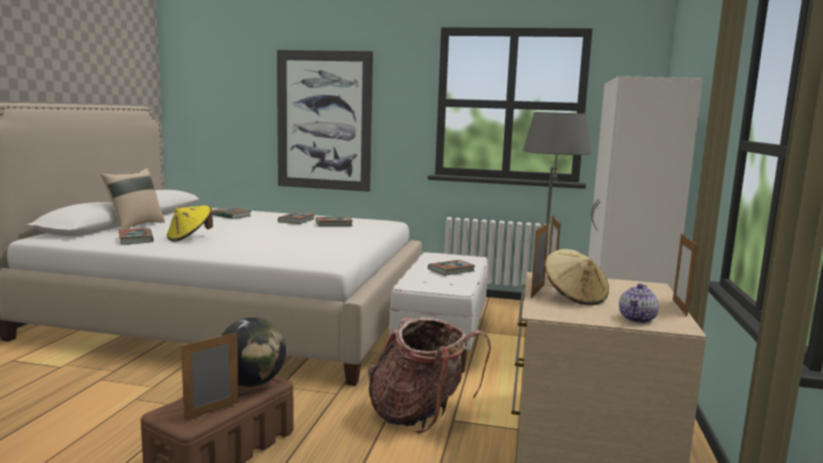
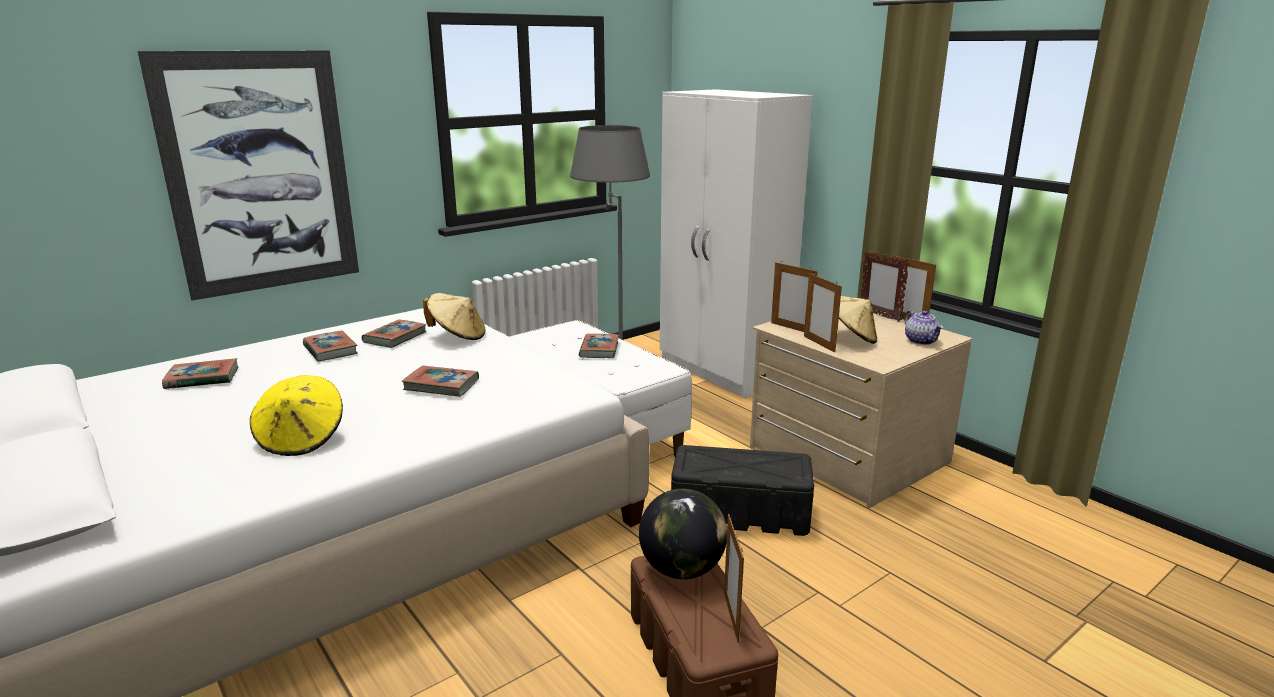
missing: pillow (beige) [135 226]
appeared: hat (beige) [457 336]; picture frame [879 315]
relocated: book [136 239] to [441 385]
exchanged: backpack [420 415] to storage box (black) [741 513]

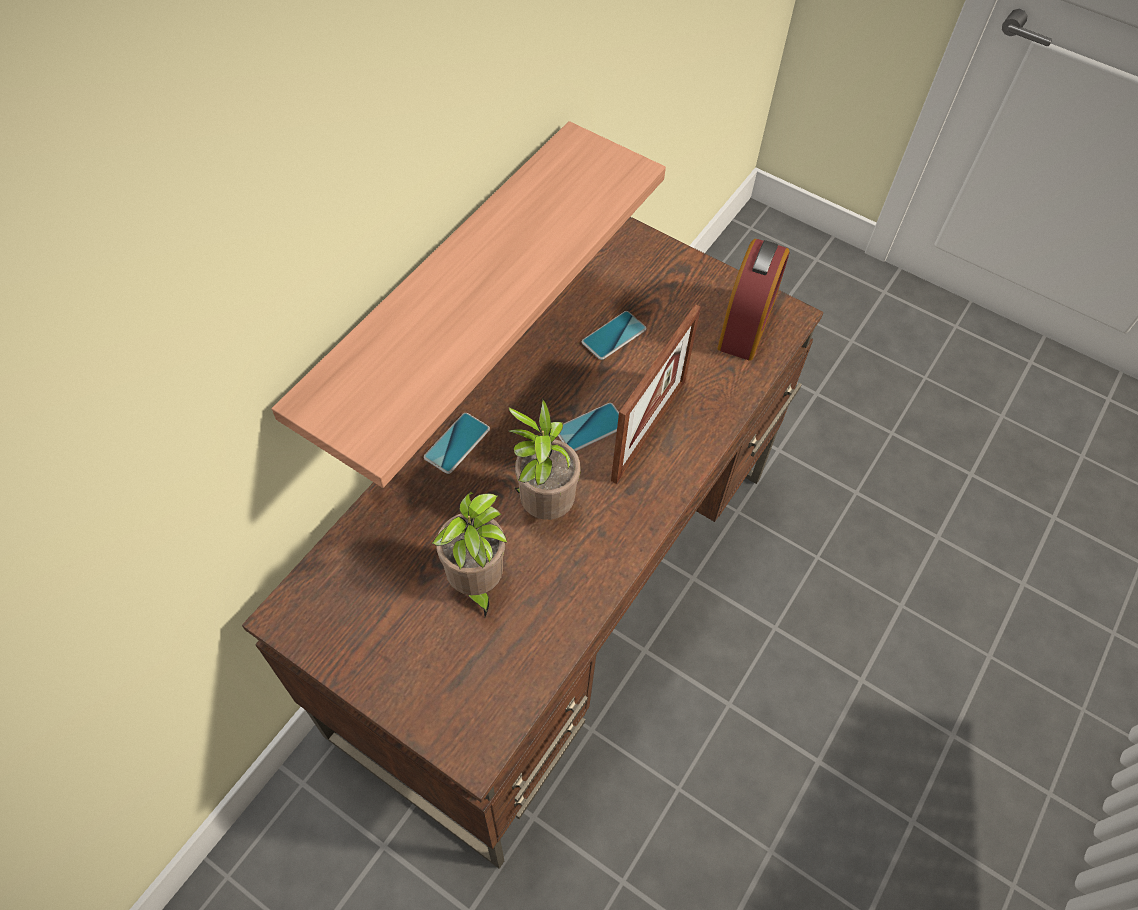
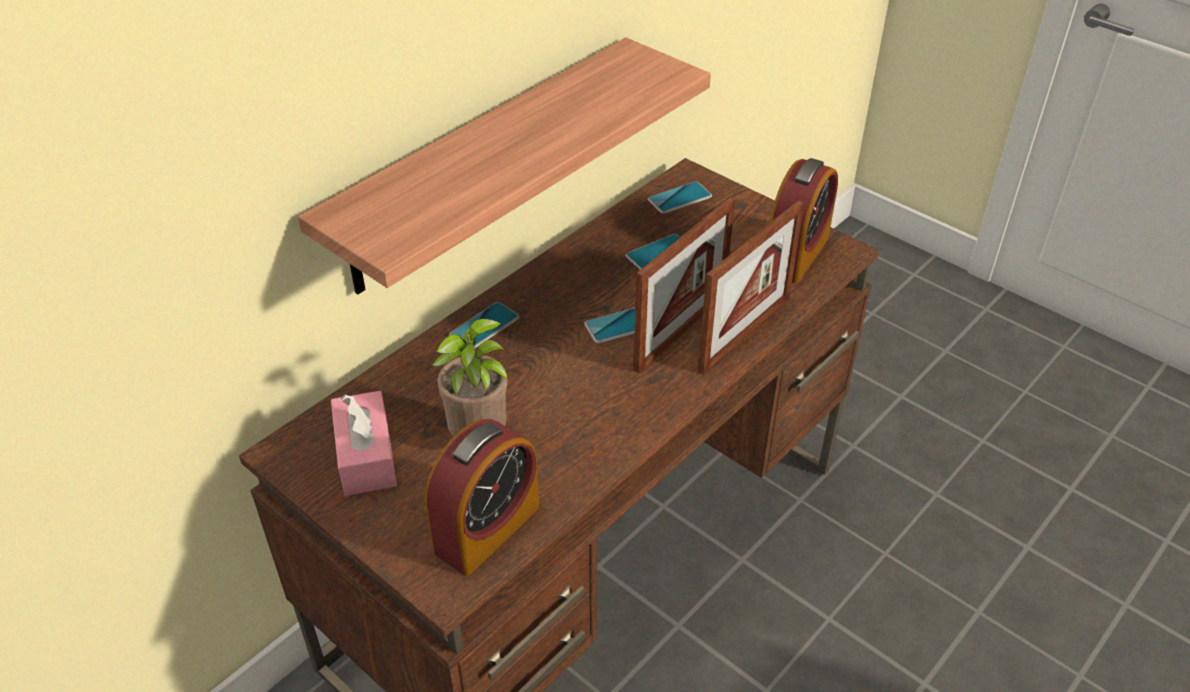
missing: potted plant [544 505]
appeared: tissue box (pink) [366 456]; alarm clock [487 529]; phone [679 198]; picture frame [745 333]

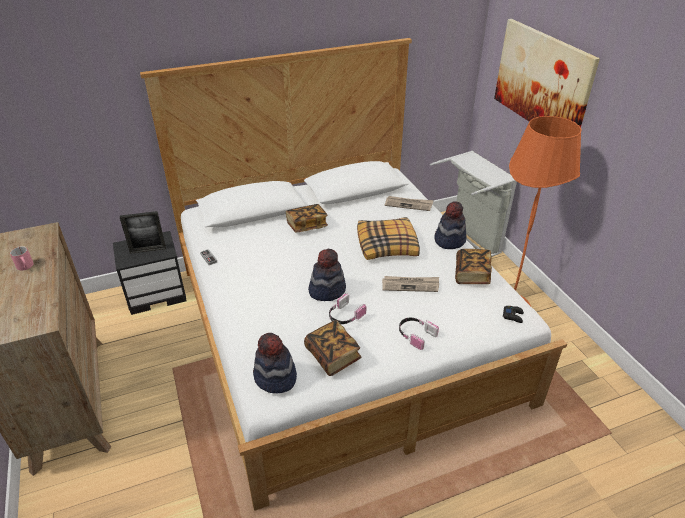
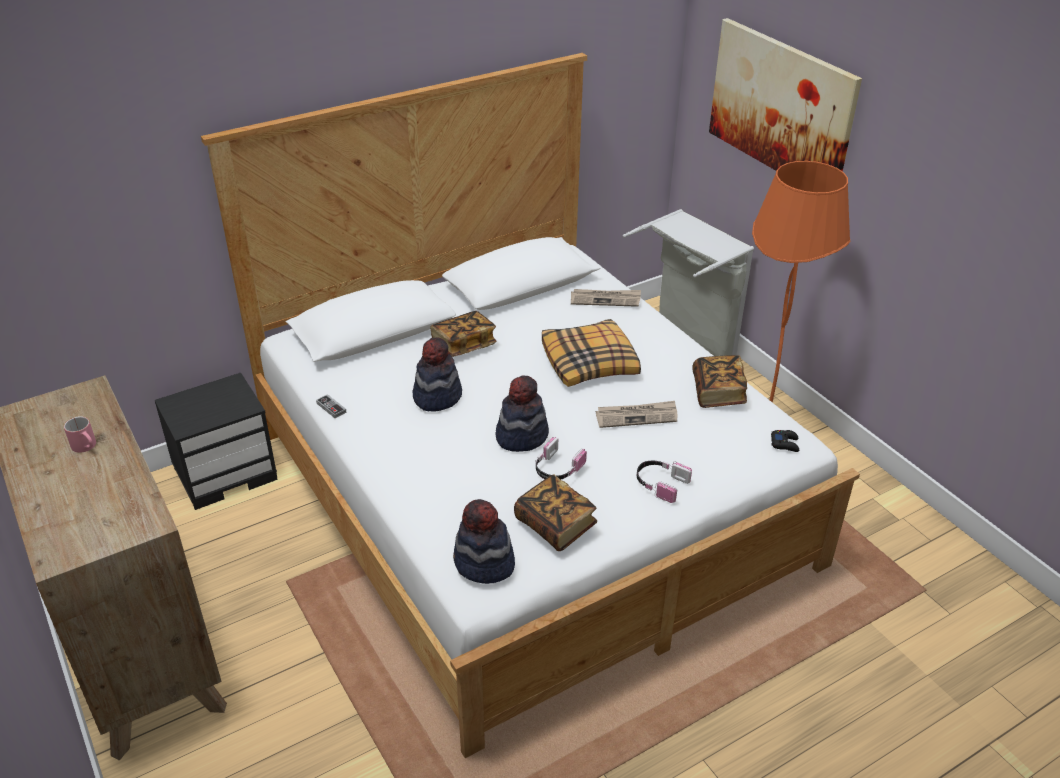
missing: picture frame [148 250]
relocated: hat [449 240] to [437 396]

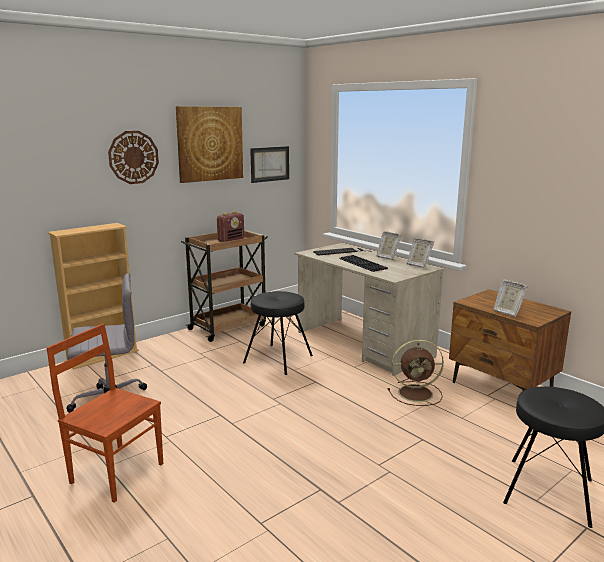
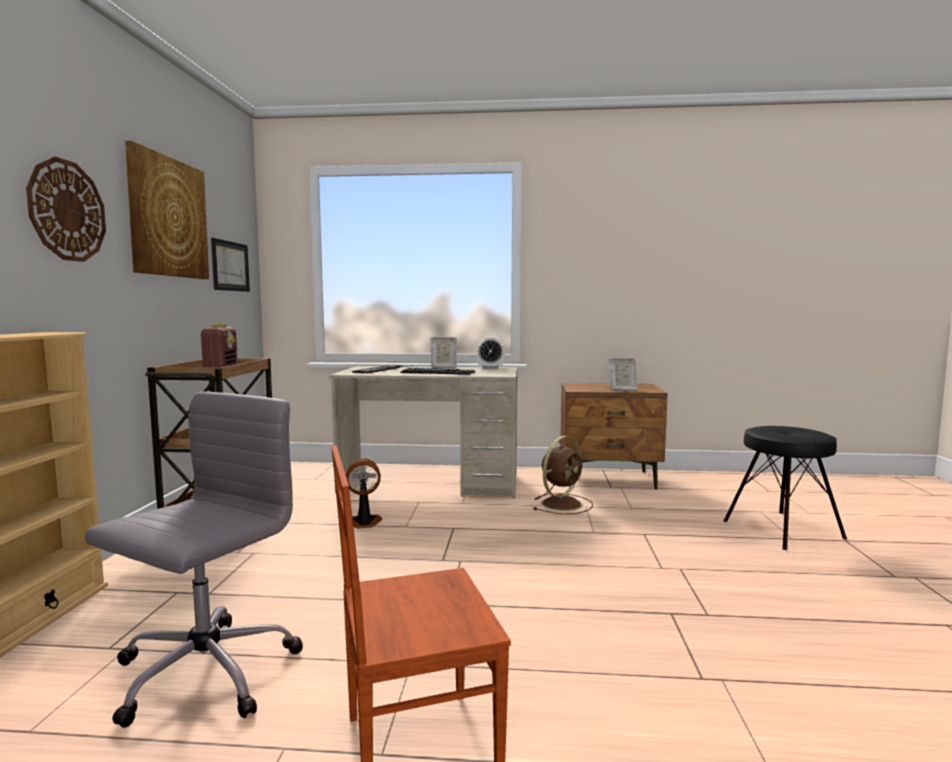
exchanged: stool (black) [277 359] to fan [364 523]; picture frame [418 265] to alarm clock [490 367]

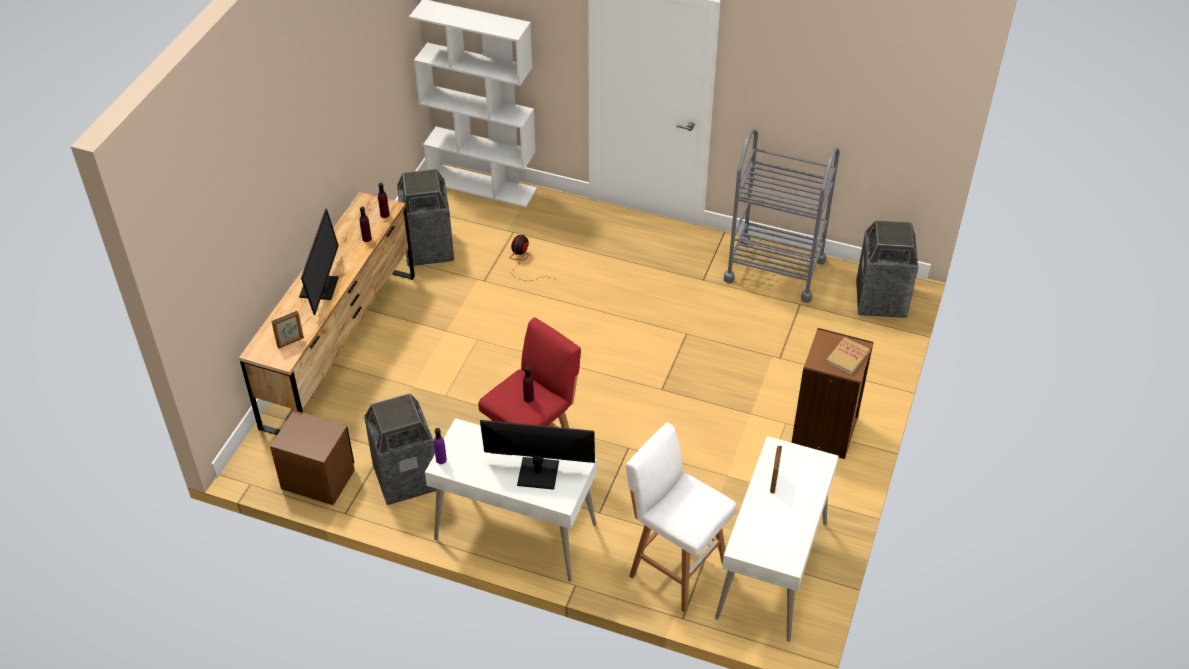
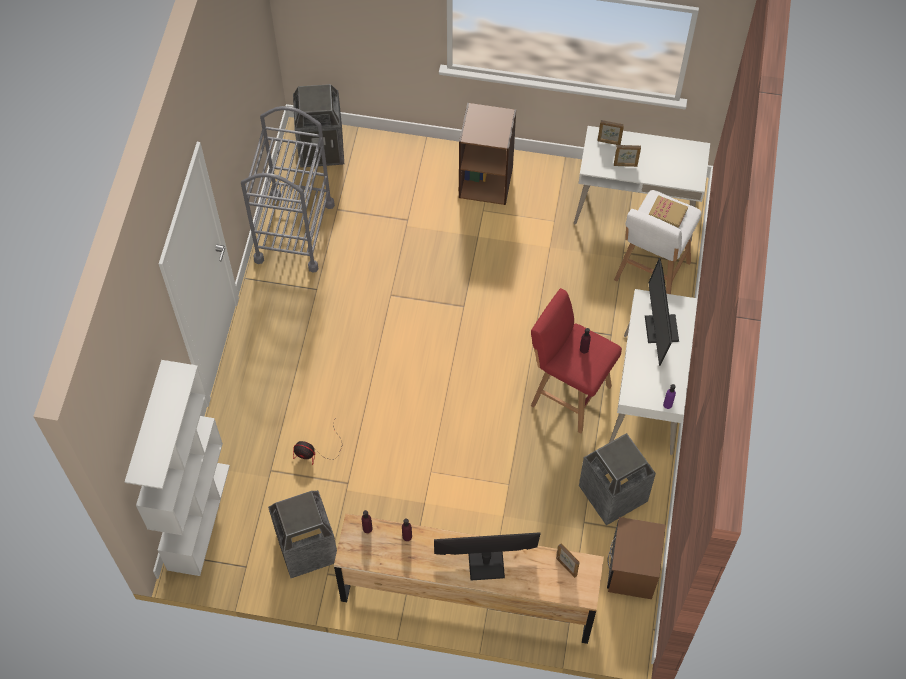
appeared: picture frame [609 142]
relocated: book [847 357] to [668 212]

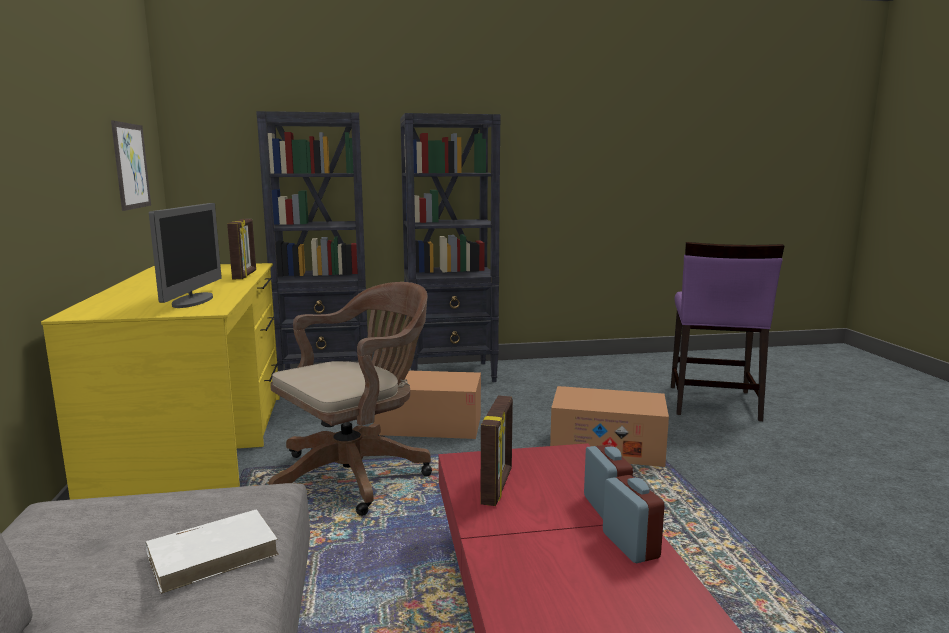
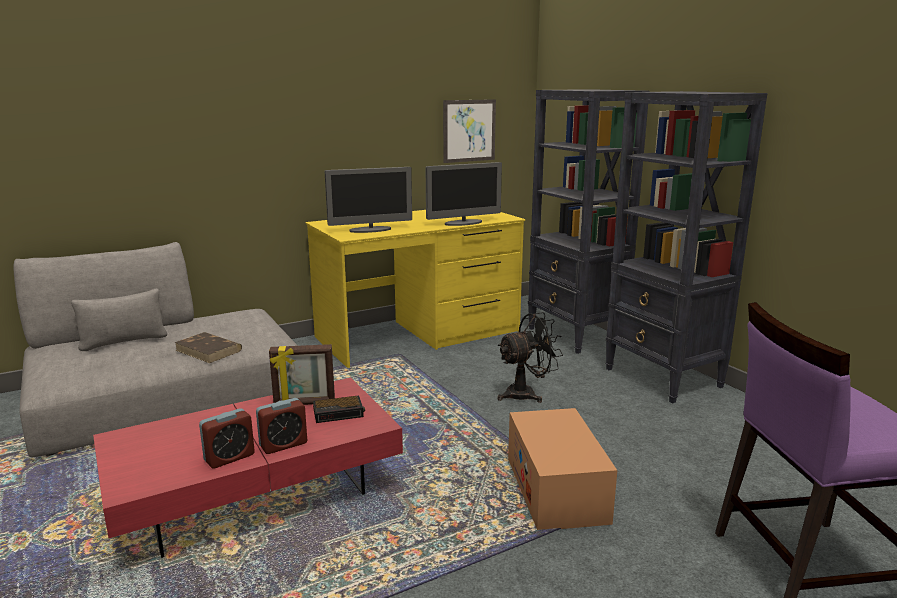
missing: office chair (brown) [357 473]
appeared: alarm clock [339 413]
exchanged: picture frame [245 275] to monitor [463 223]; cardboard box [429 425] to fan (black) [526 394]
colour: book (white) [214 553] to book (brown) [209 350]

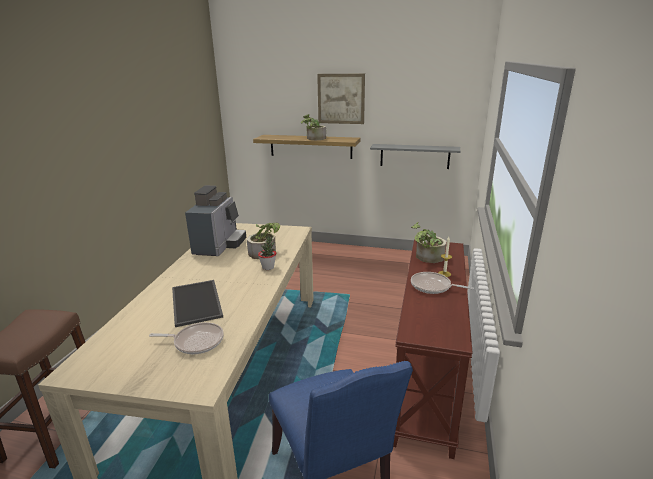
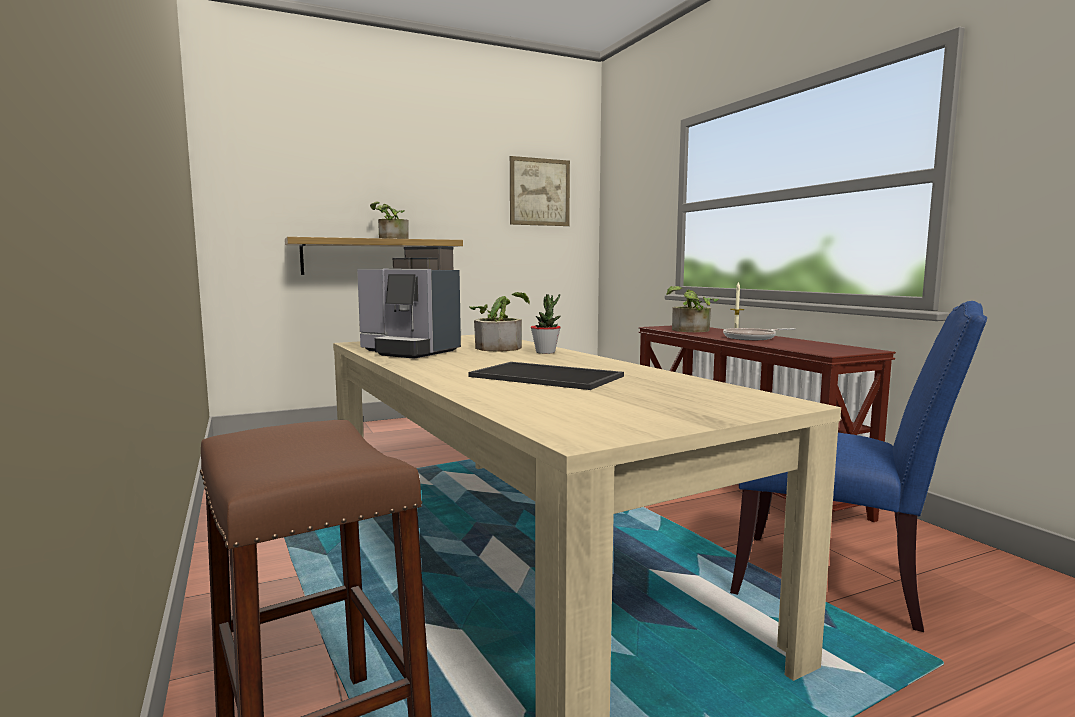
missing: frying pan [196 341]; shelf (grey) [414 156]
relocated: picture [341 99] to [539 192]
spun: coffee machine [219 246] = [410 351] 150 degrees clockwise

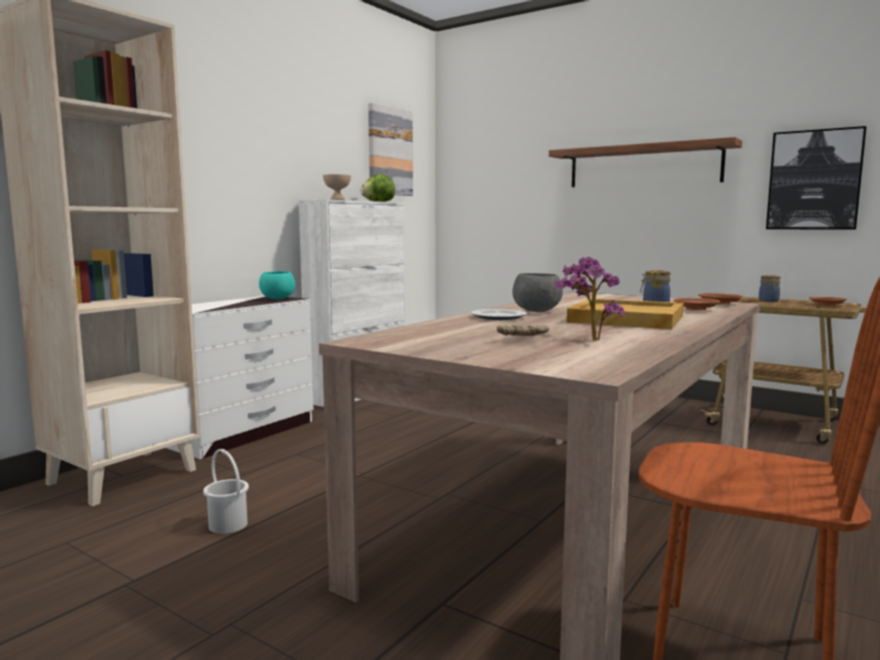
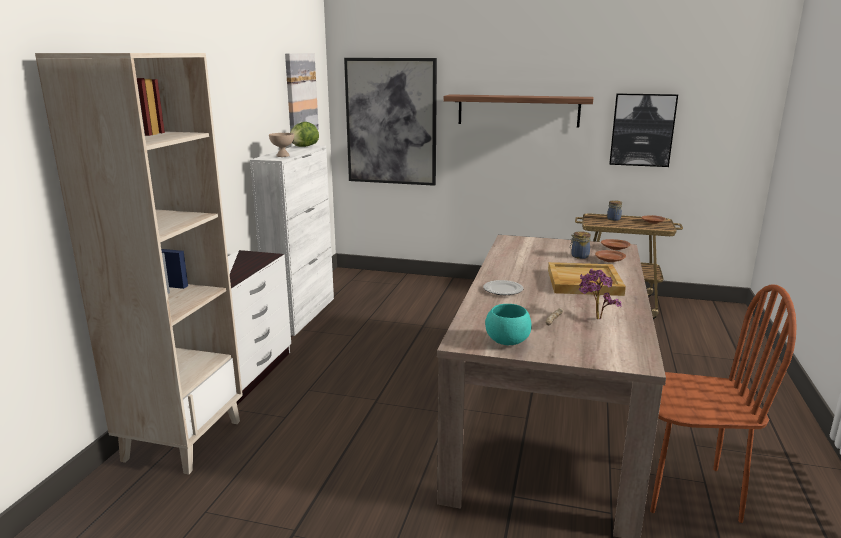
missing: bucket (white) [228 524]; bowl (grey) [536 311]
appeared: picture [391 122]
relocated: bowl (turquoise) [277 299] to [507 342]

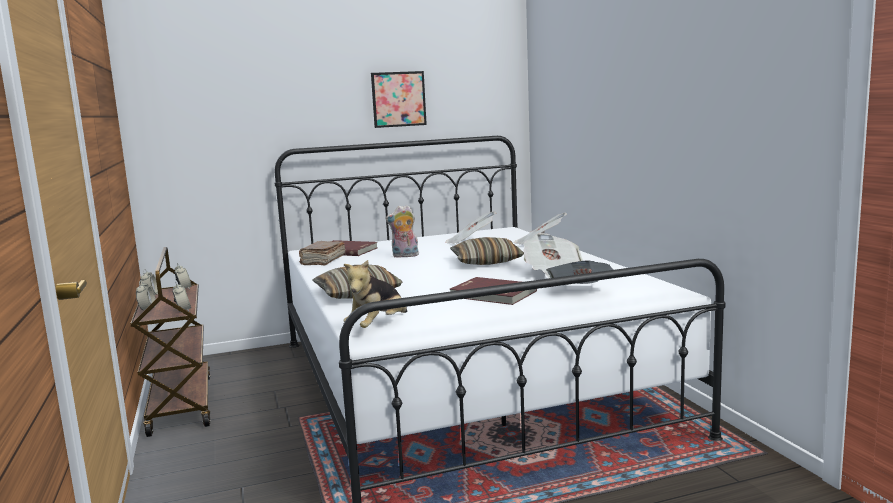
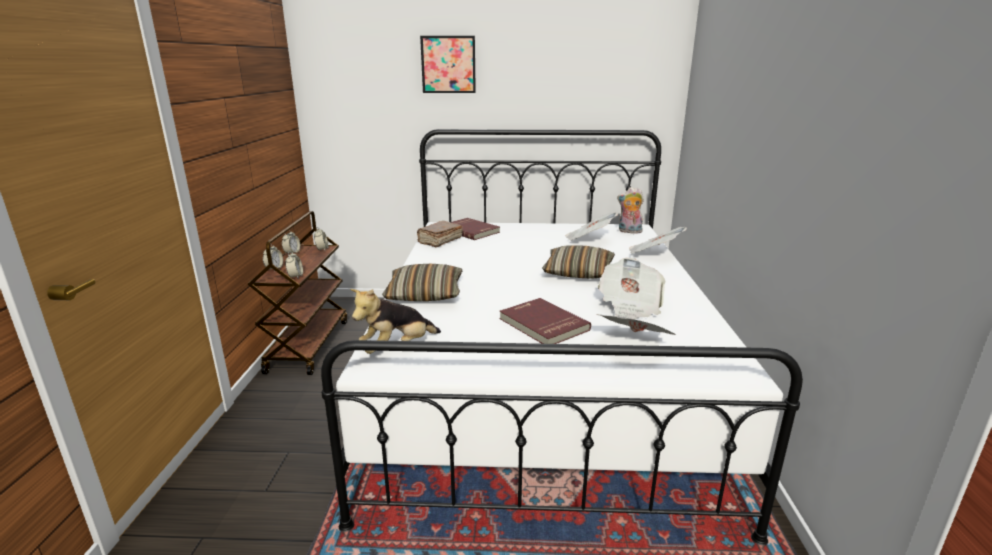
relocated: picture [398 99] to [448 64]; plush toy [404 256] to [629 231]

